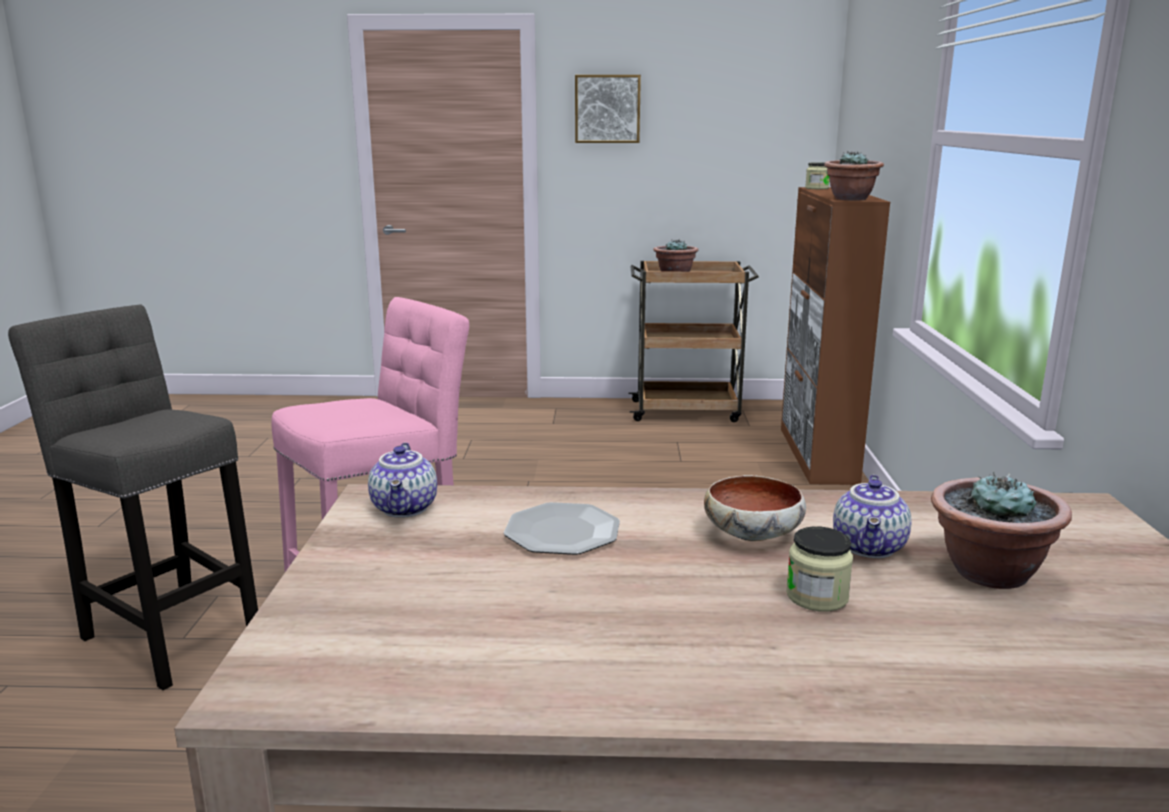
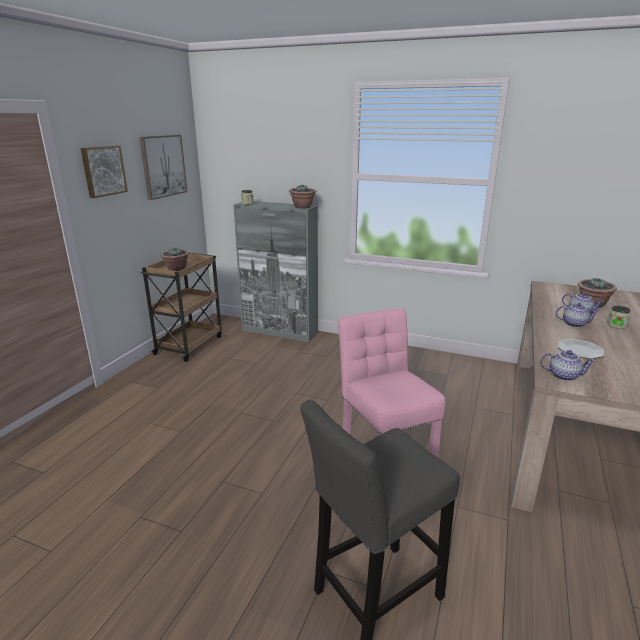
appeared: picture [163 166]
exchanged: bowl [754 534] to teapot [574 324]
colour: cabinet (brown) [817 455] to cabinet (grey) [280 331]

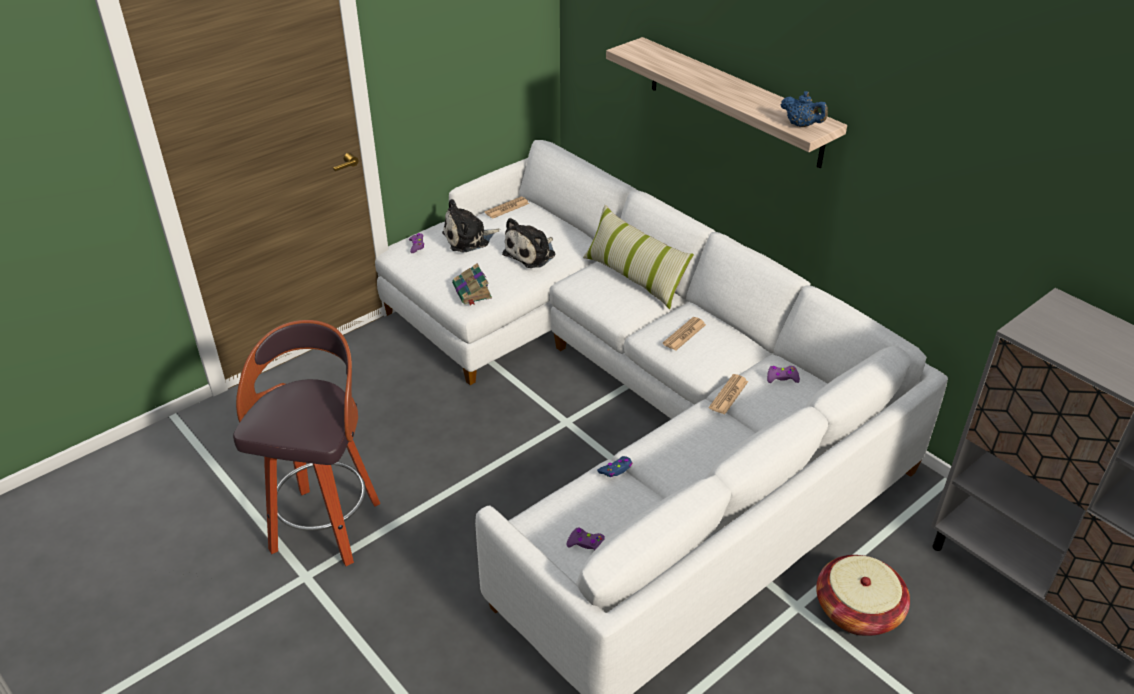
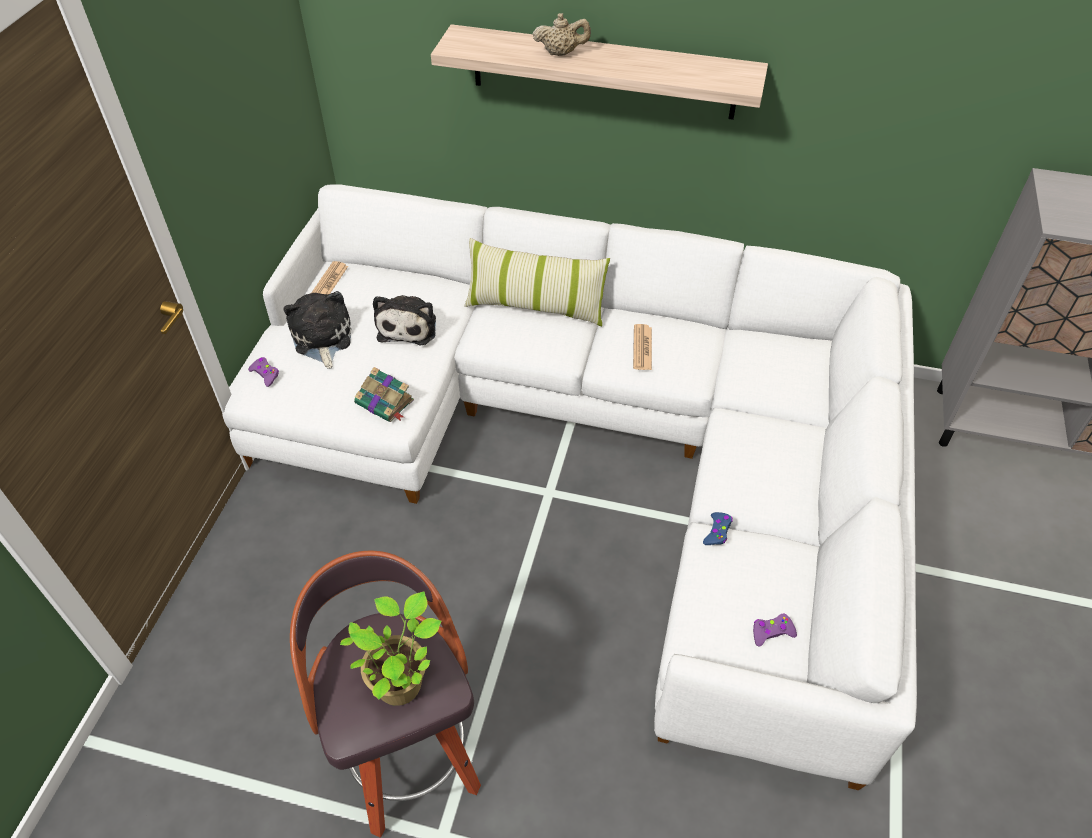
missing: newspaper [728 395]; game controller (purple) [782 378]; teapot (blue) [801 125]; basket [857 610]
appeared: potted plant [401 681]; teapot (beige) [561 53]
spun: plush toy [469 239] = [321 339] 135 degrees clockwise

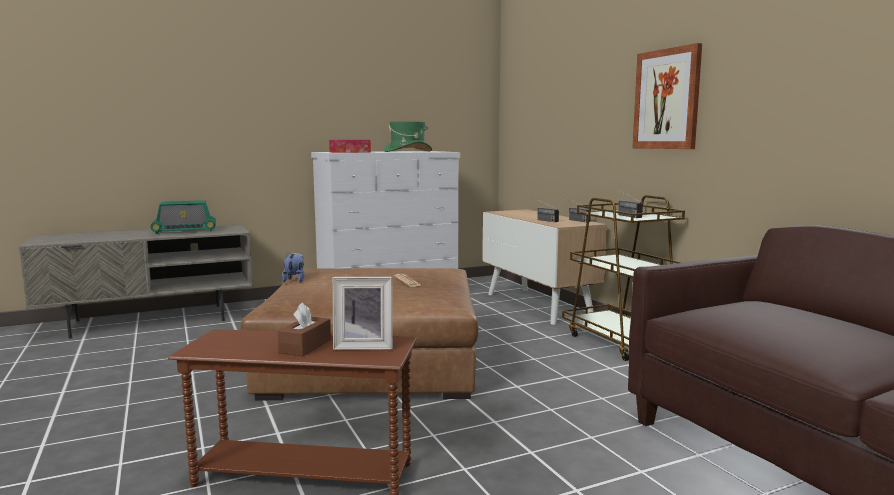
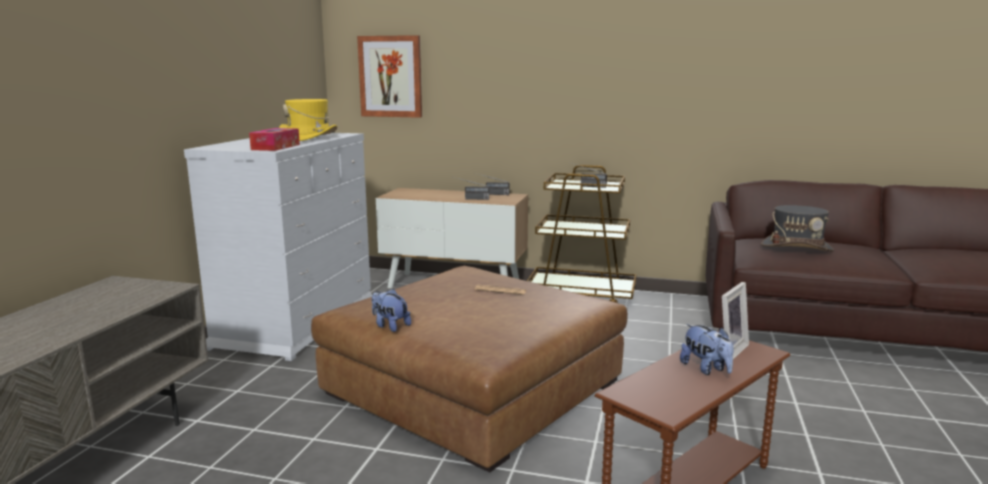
missing: radio [184 231]
appeared: hat (grey) [796 247]
relocated: picture [667 99] to [390 76]
exchanged: tissue box (brown) [305 346] to plush toy [706 369]
colour: hat (green) [408 151] to hat (yellow) [309 137]

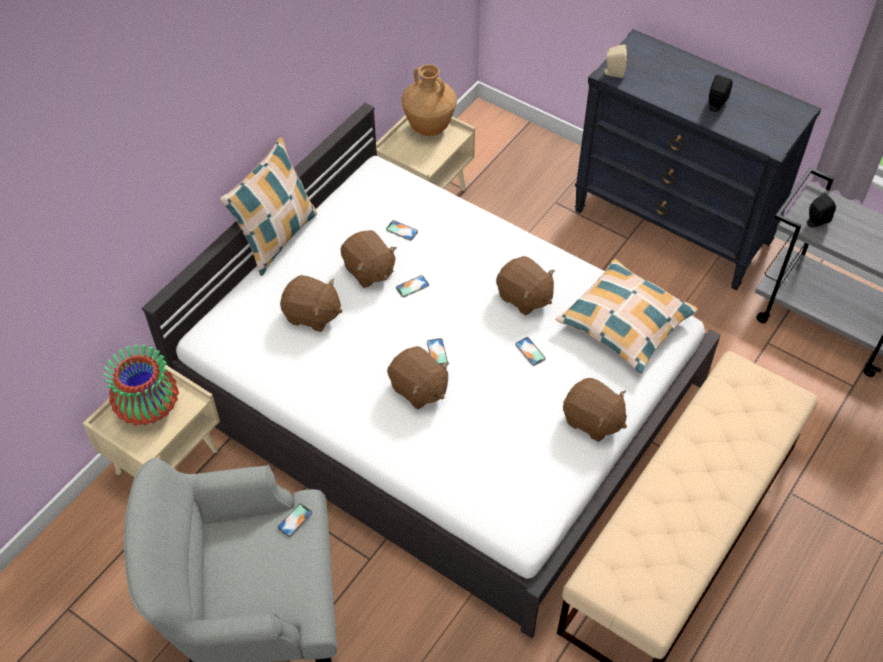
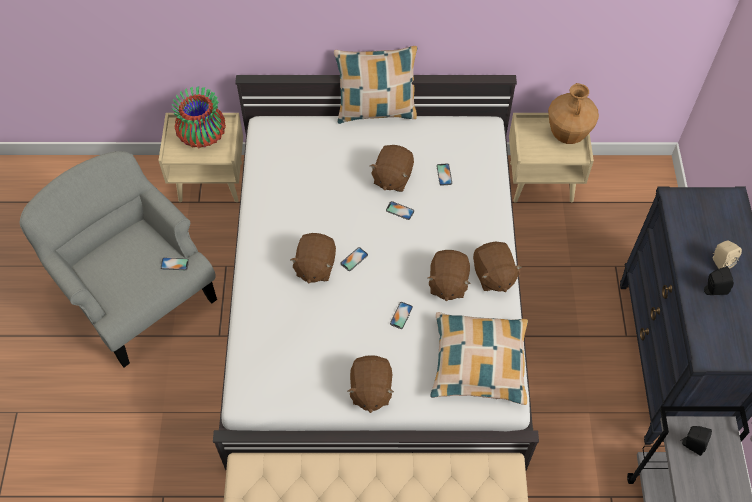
relocated: plush toy (brown) [312 315] to [493 275]; speaker (beige) [613 73] to [720 262]

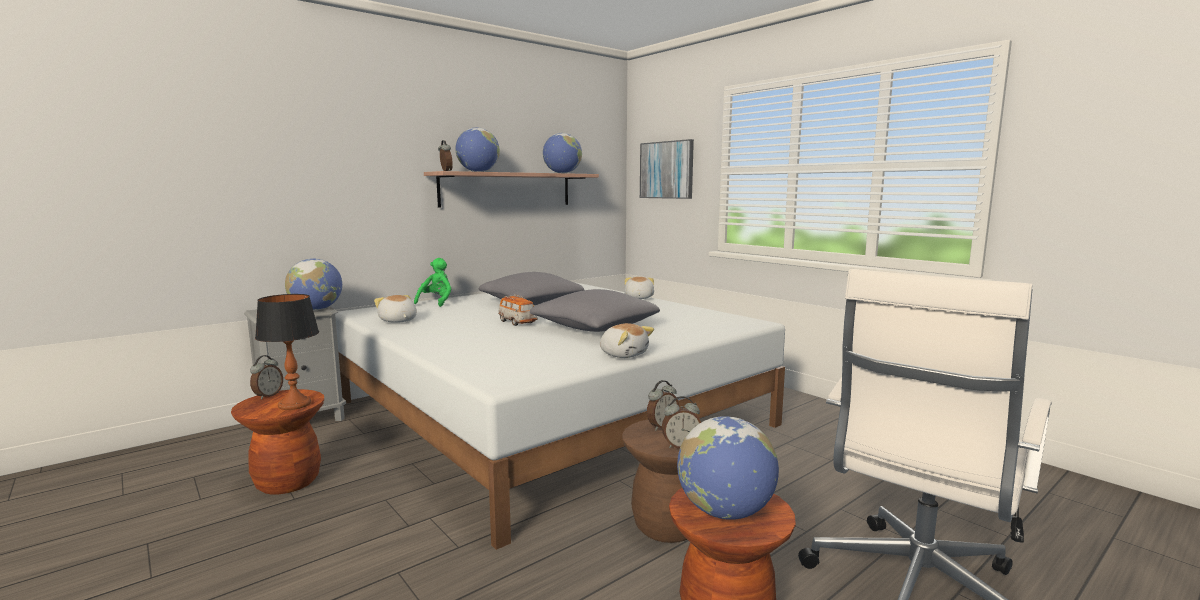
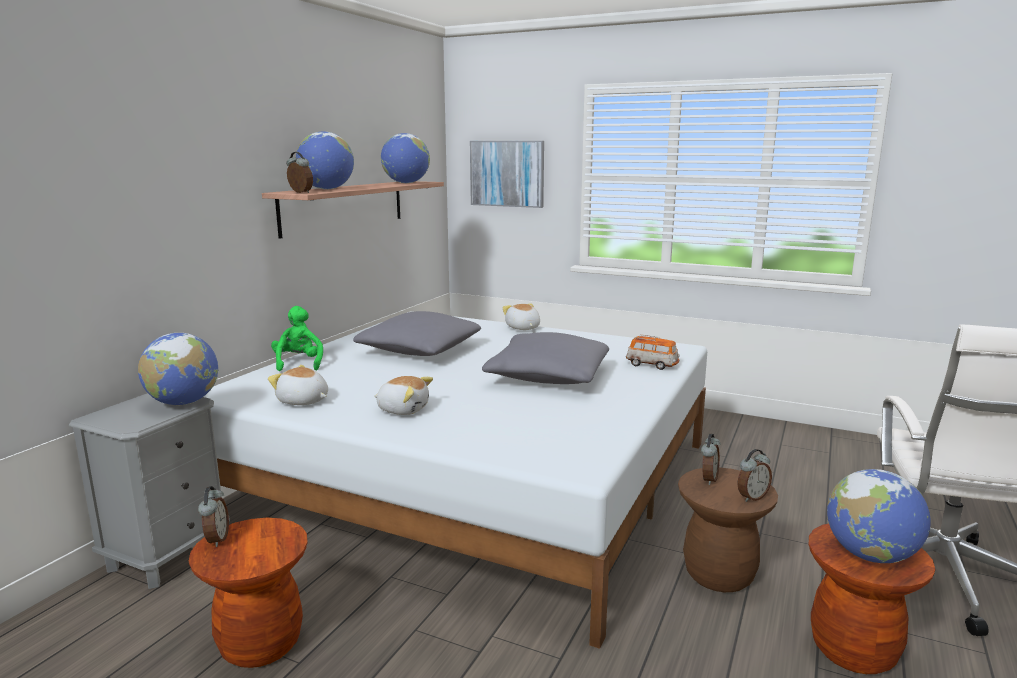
missing: table lamp [295 404]
relocated: plush toy [623 354] to [403 409]; toy car [517 322] to [652 365]

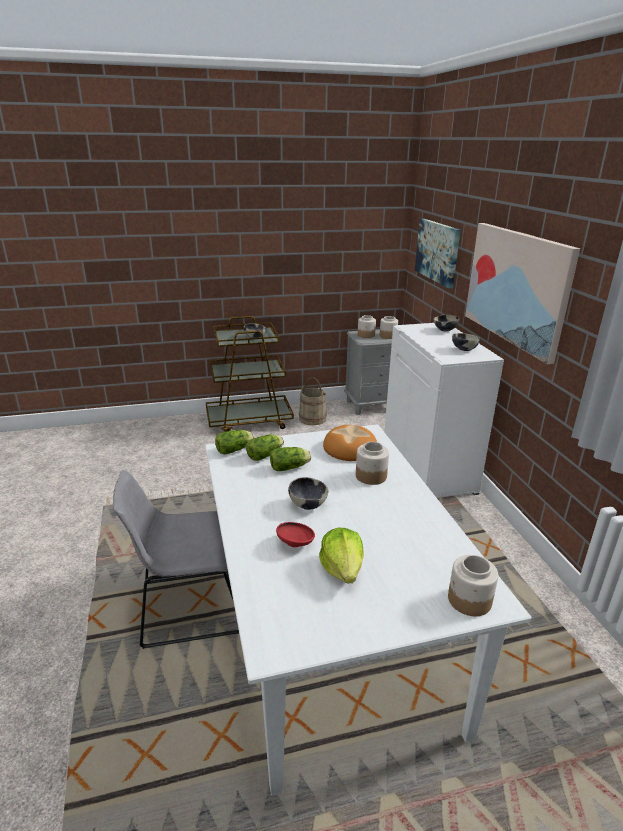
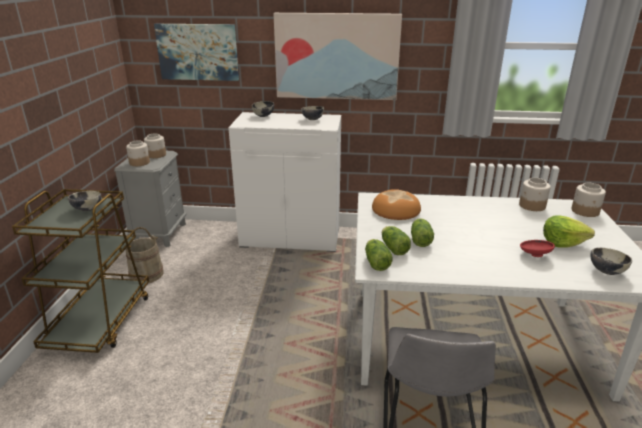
relocated: jar [370 476] to [532 206]; bowl [307 504] to [606 271]

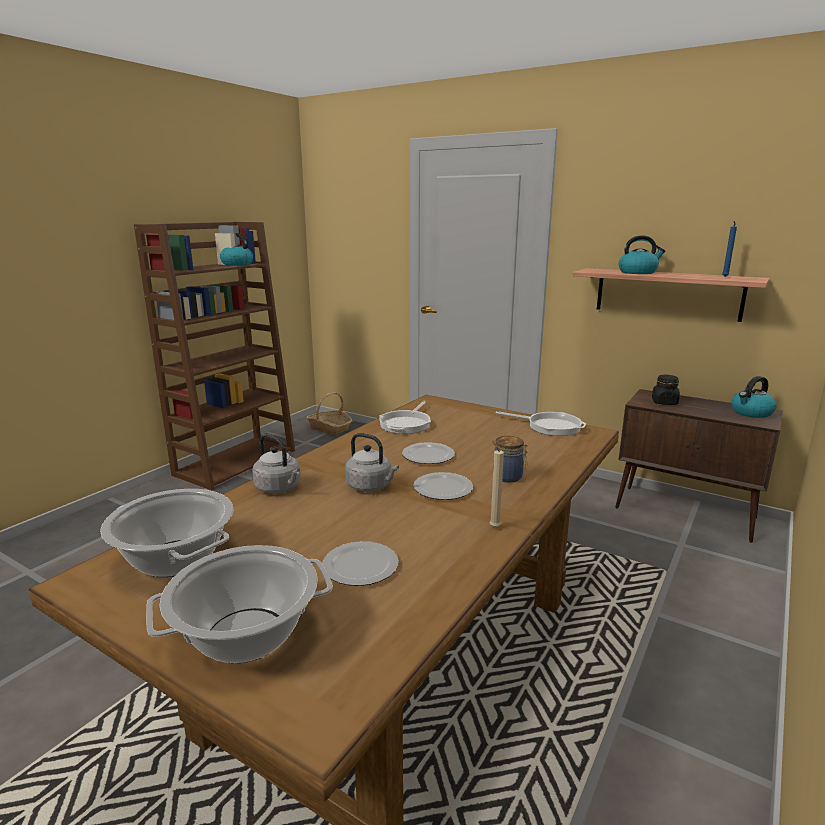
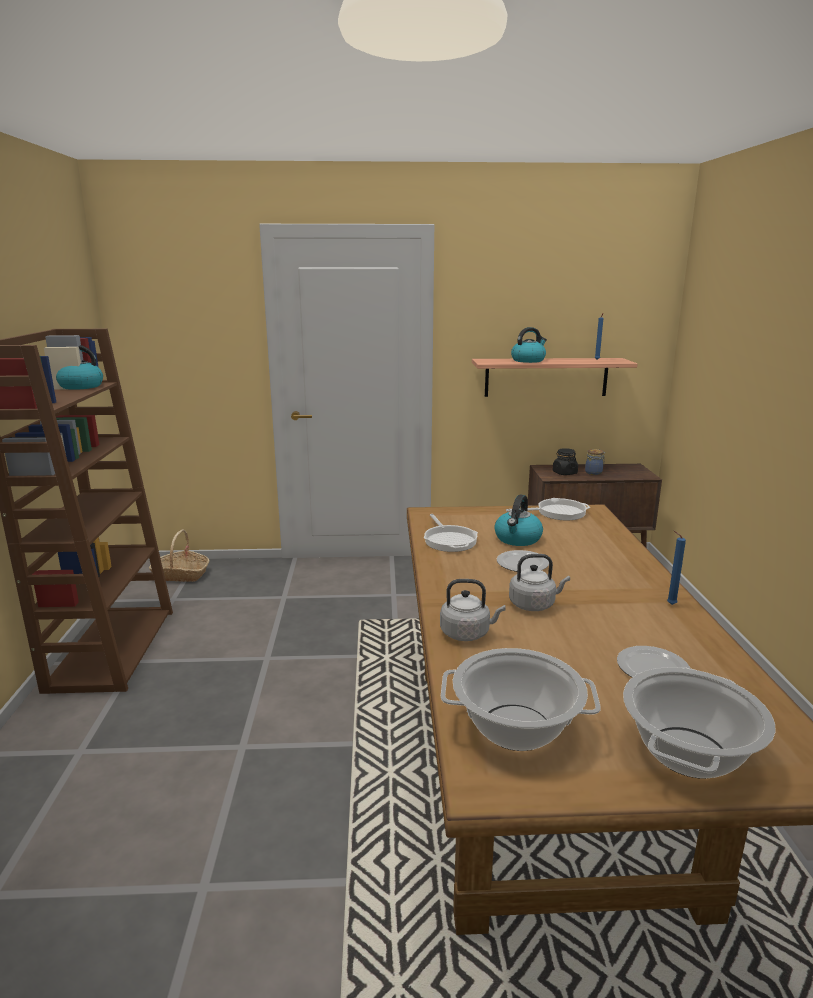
missing: plate [443 489]
relocated: kettle [751 413] to [517 539]; jar [509 477] to [594 473]
colour: candle (beige) [493 526] to candle (blue) [669 604]

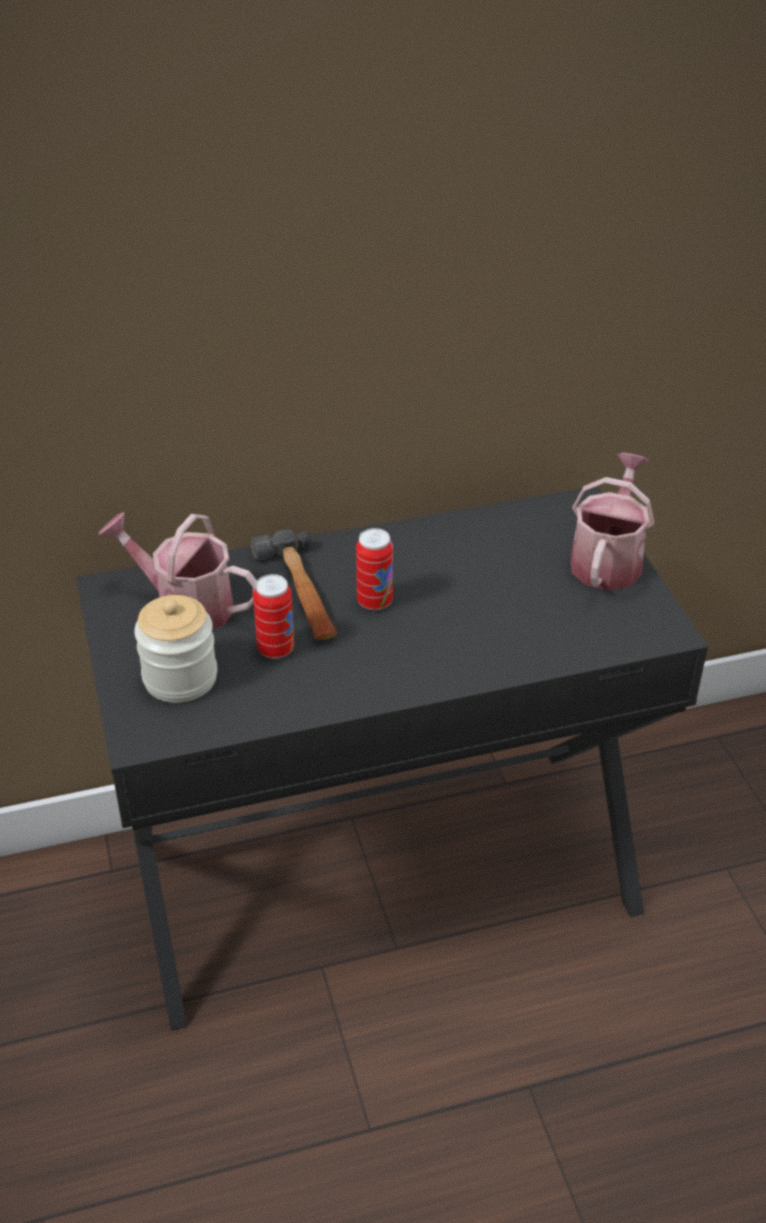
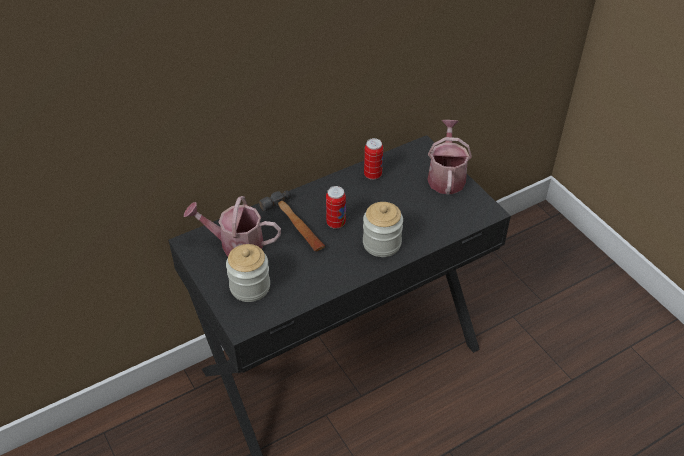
appeared: jar [381 243]
relocated: can [276 649] to [372 175]

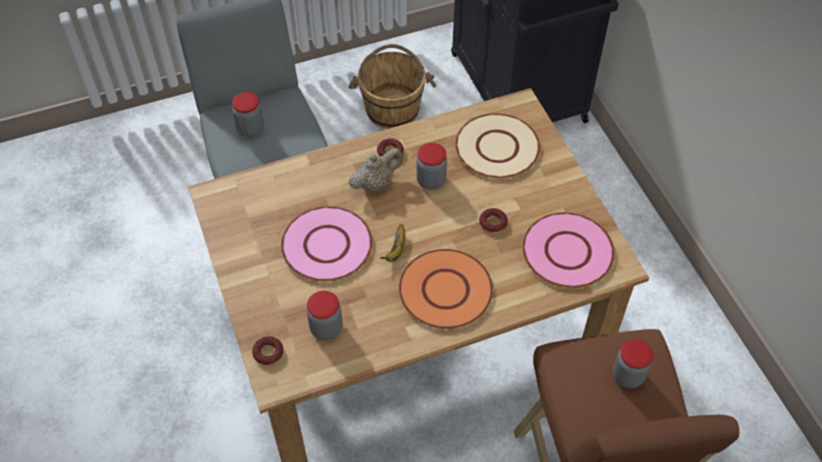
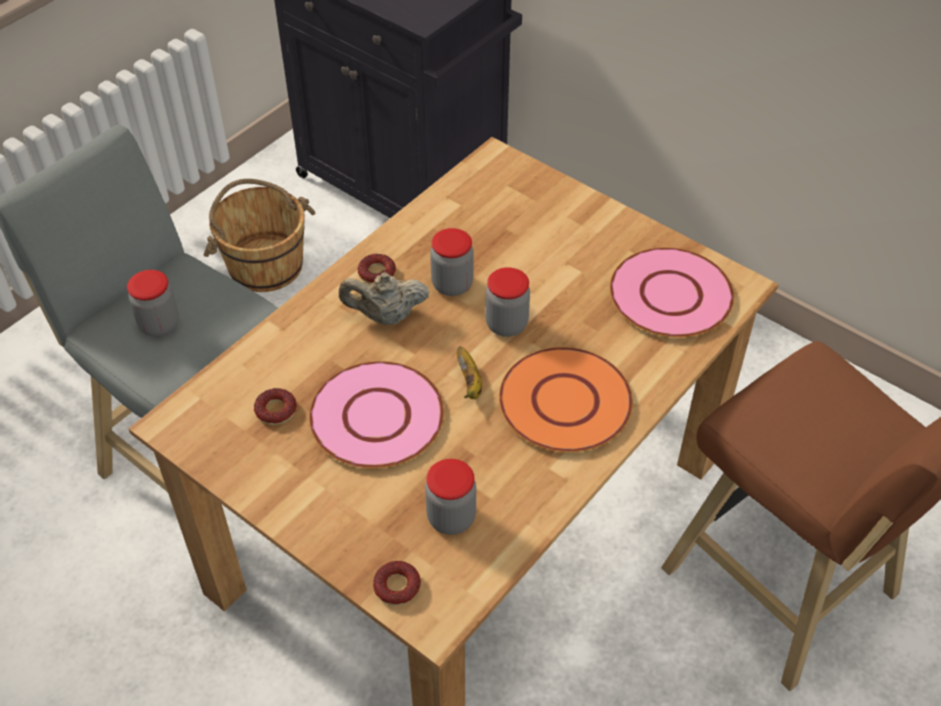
missing: plate (beige) [497 148]
relocated: donut [493 223] to [276 410]; jar [628 376] to [506 324]
spun: teapot (beige) [376 183] = [386 316] 120 degrees counterclockwise

